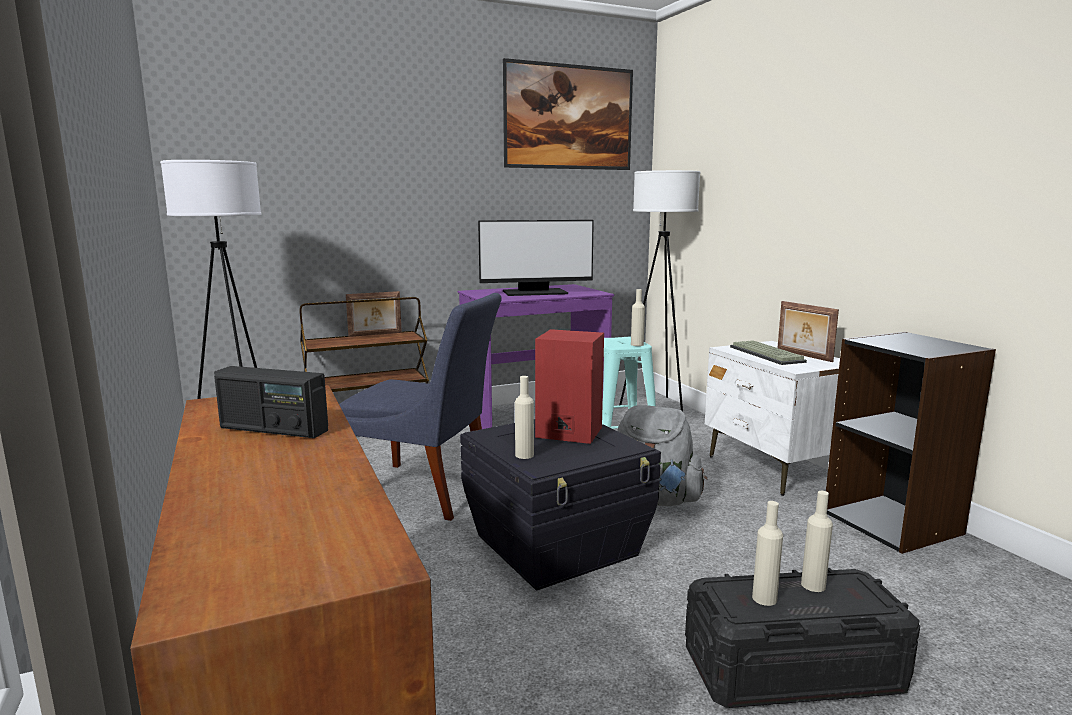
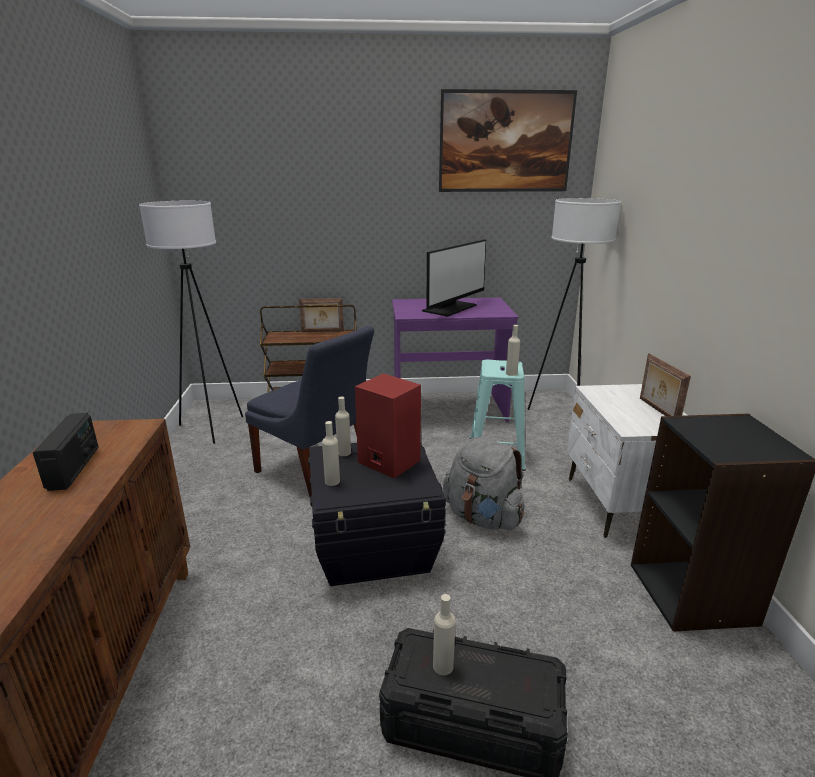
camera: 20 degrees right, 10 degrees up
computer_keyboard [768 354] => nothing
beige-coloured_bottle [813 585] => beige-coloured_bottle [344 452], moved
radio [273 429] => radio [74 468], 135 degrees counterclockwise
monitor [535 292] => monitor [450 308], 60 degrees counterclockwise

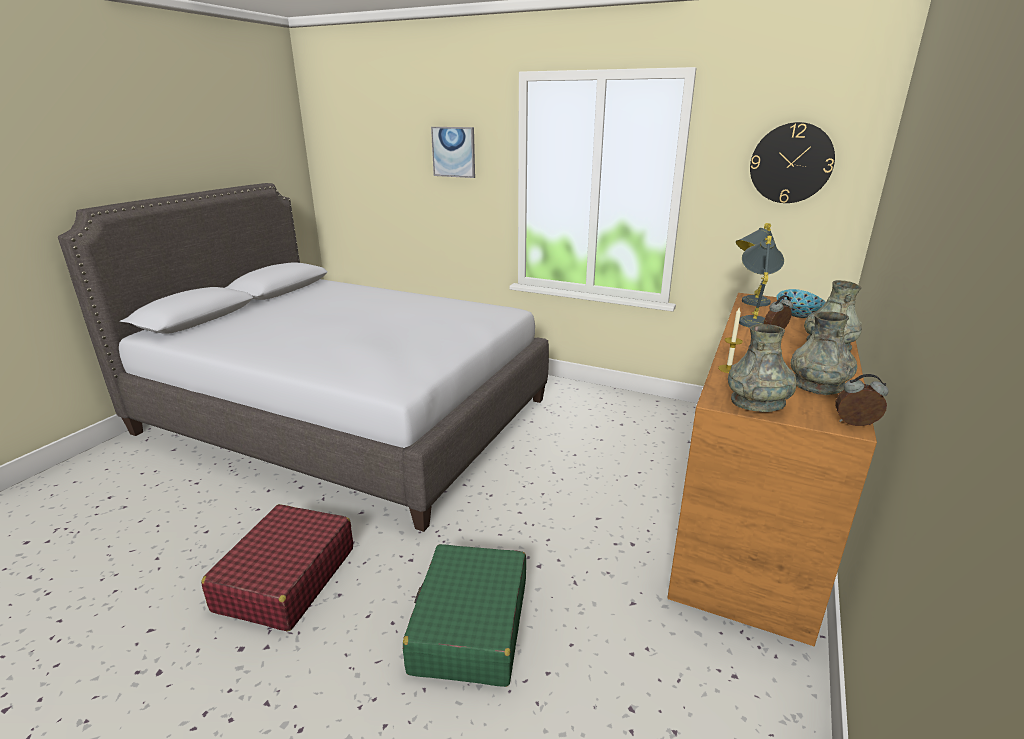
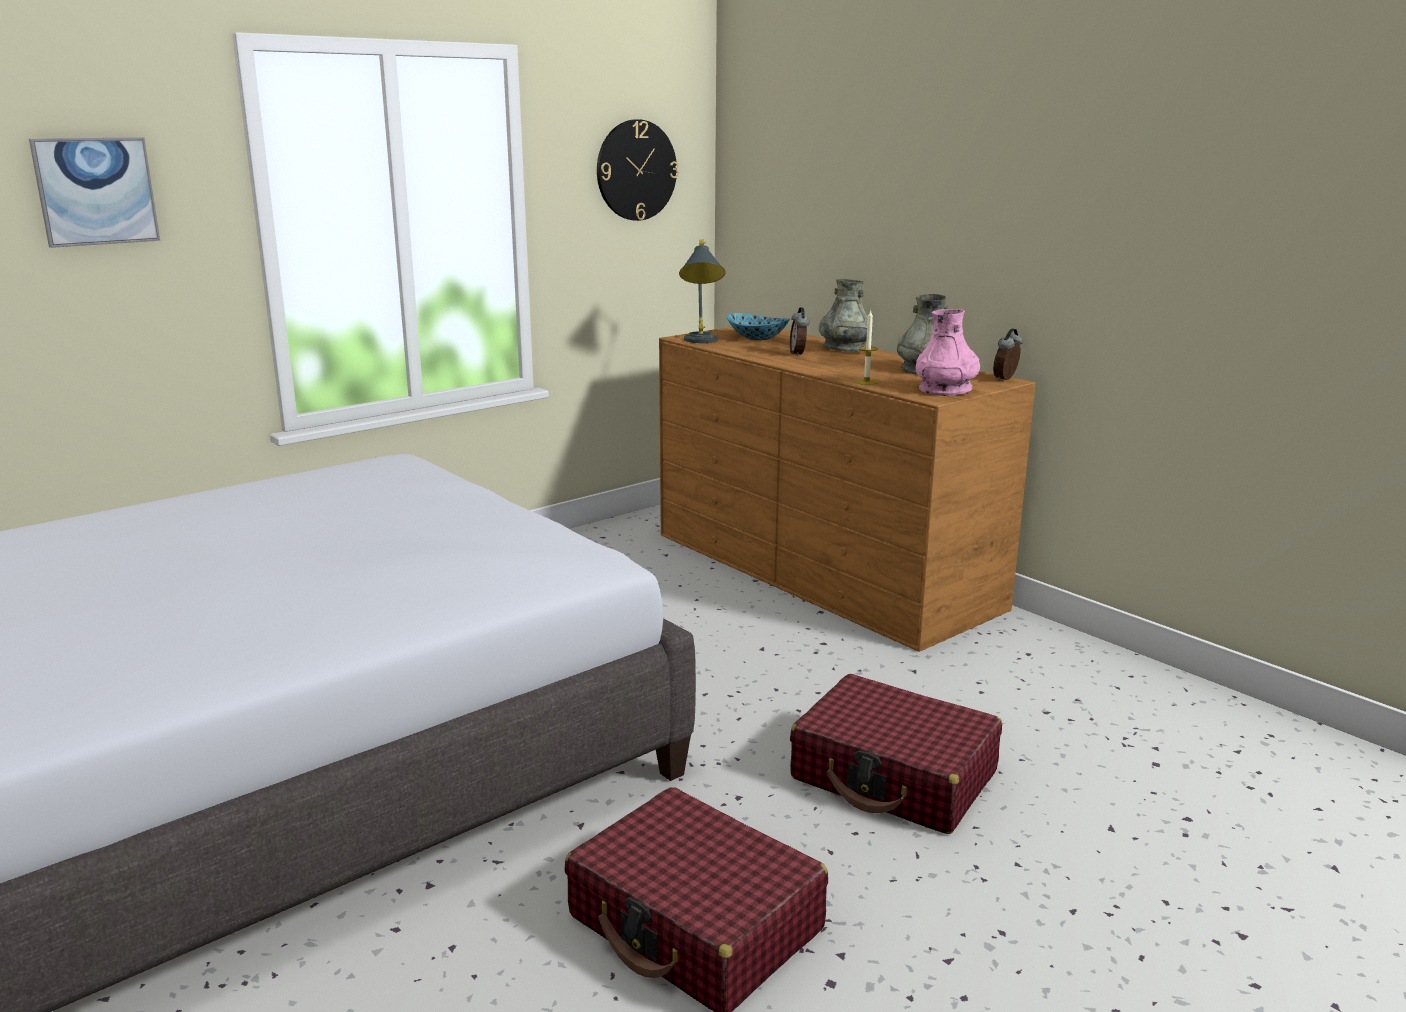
camera: 65 degrees left, 5 degrees down
greyish_tabletop_lamp [753 320] => nothing
green_suitcase [470 627] => red-coloured_suitcase [894 776]
greyish_decorative_vase [757 402] => pinkish_decorative_vase [945 390]

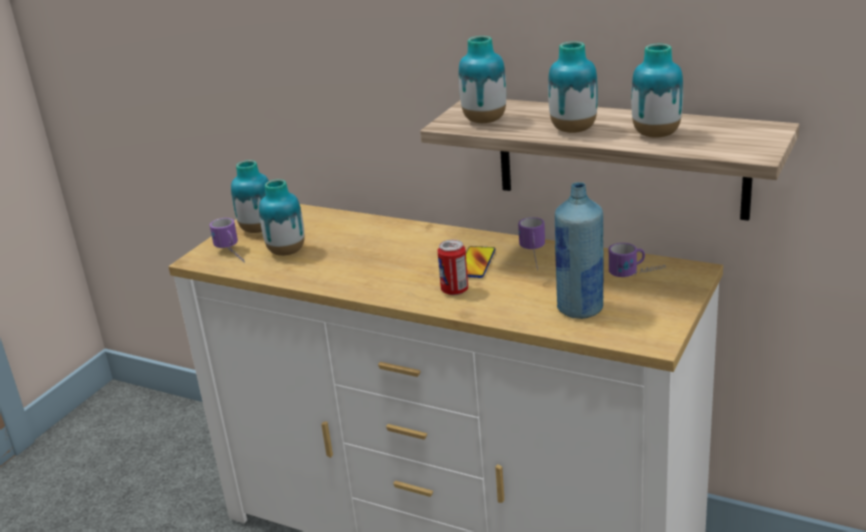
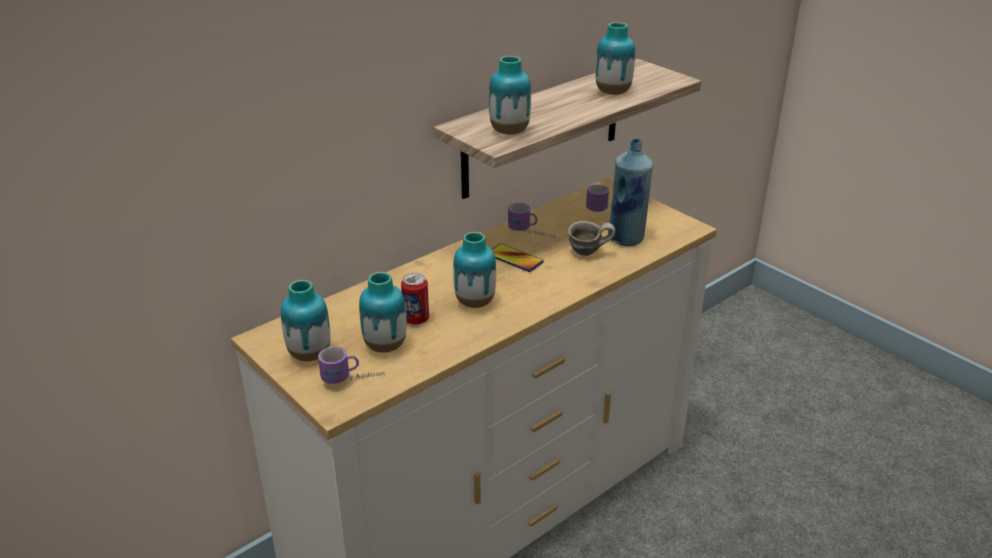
camera: 70 degrees left, 5 degrees up
nothing => greyish_coffee_mug [587 254]
sealed_can [454 290] => sealed_can [416 319], moved
decorative_vase [573 130] => decorative_vase [475 302], moved

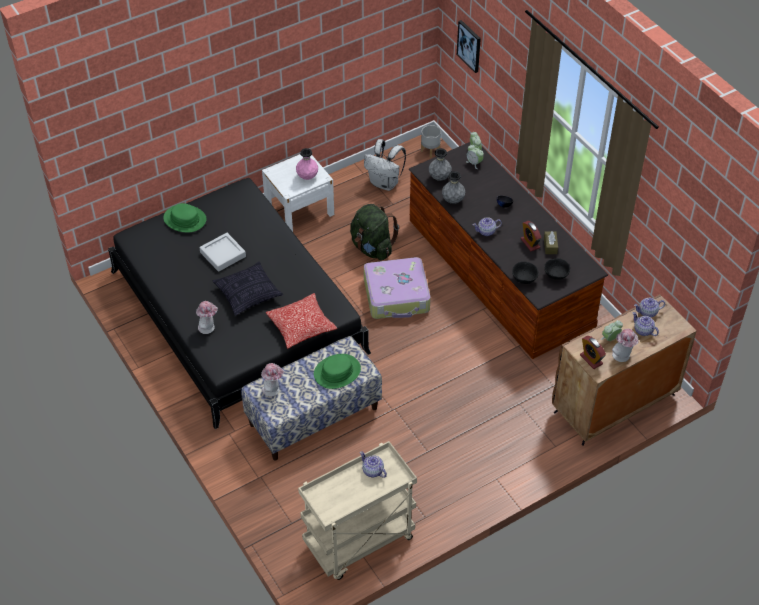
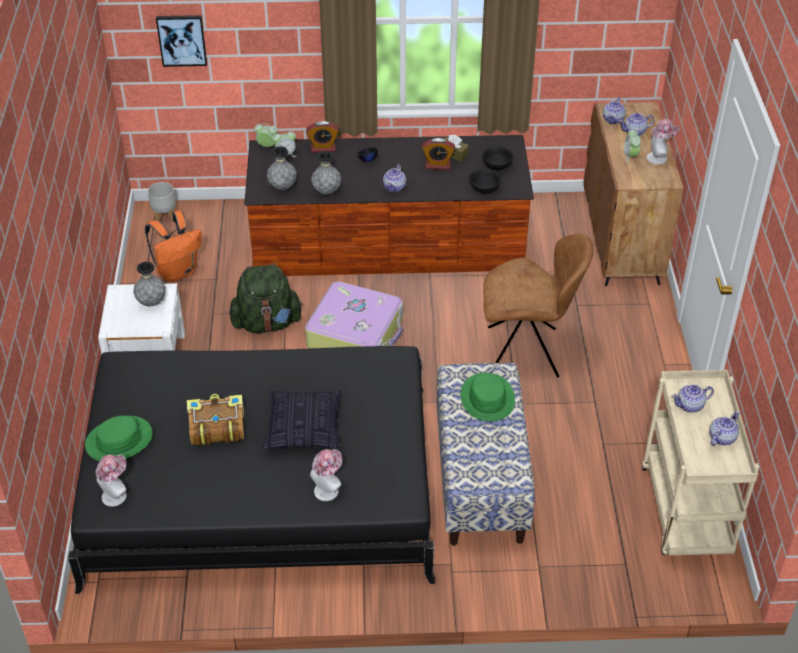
camera: 60 degrees left, 5 degrees down
cushion [301 326] => nothing
nothing => brownish_upright_chair [526 352]
nothing => pot_for_tea [722 437]
clothing_hat [273 389] => clothing_hat [116 494], moved
table_clock [591 359] => table_clock [323 148], moved
greyish_carrying_tray [223 254] => volume [216 426]
pinkish_decorative_vase [307 177] => greyish_decorative_vase [151 302]
whitish_knapsack [385 183] => orange-coloured_knapsack [178 271]

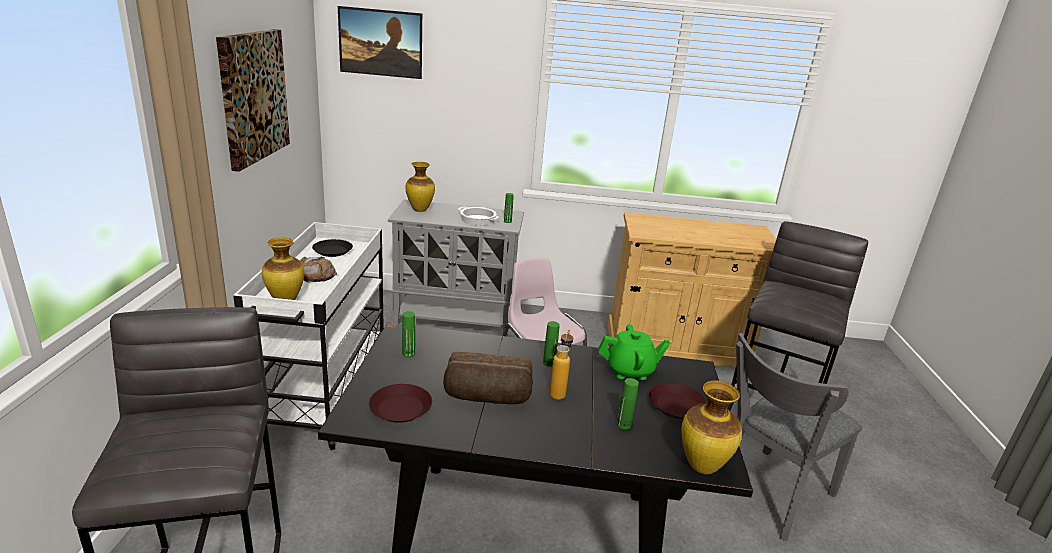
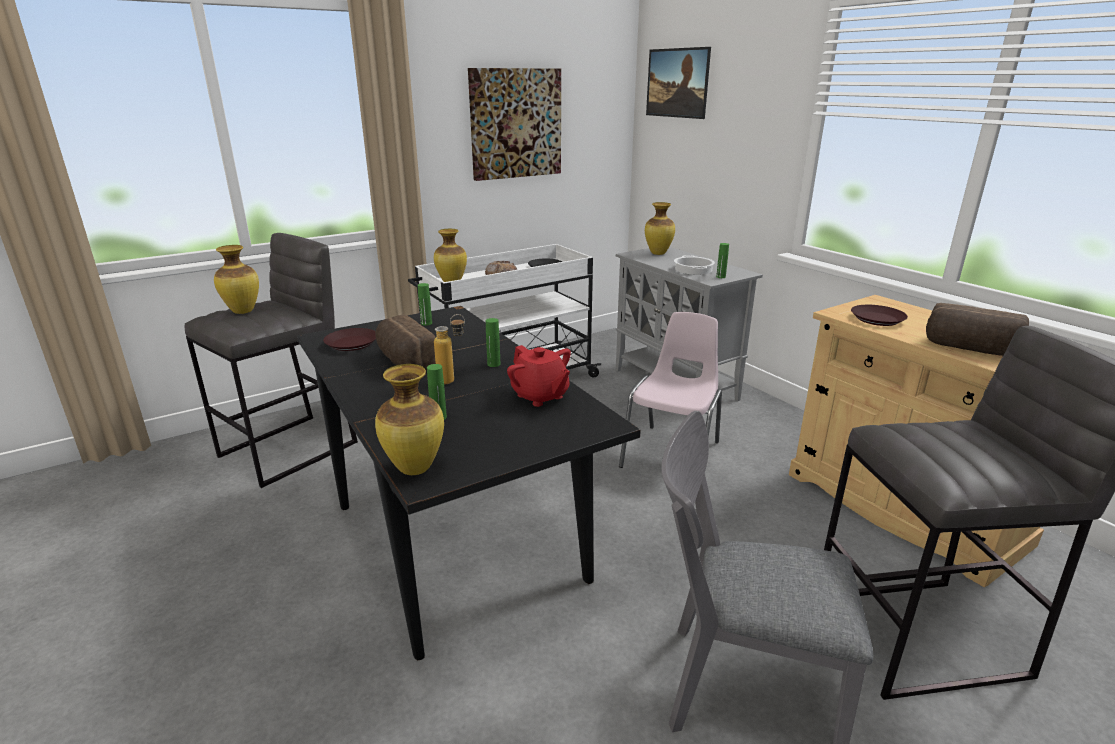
camera: 55 degrees right, 0 degrees up
nothing => decorative_vase [243 311]
nothing => baked_bread [970 349]
brownish_dinner_plate [676 406] => brownish_dinner_plate [876 319], moved
green_pot_for_tea [630 370] => red-coloured_pot_for_tea [540 396]

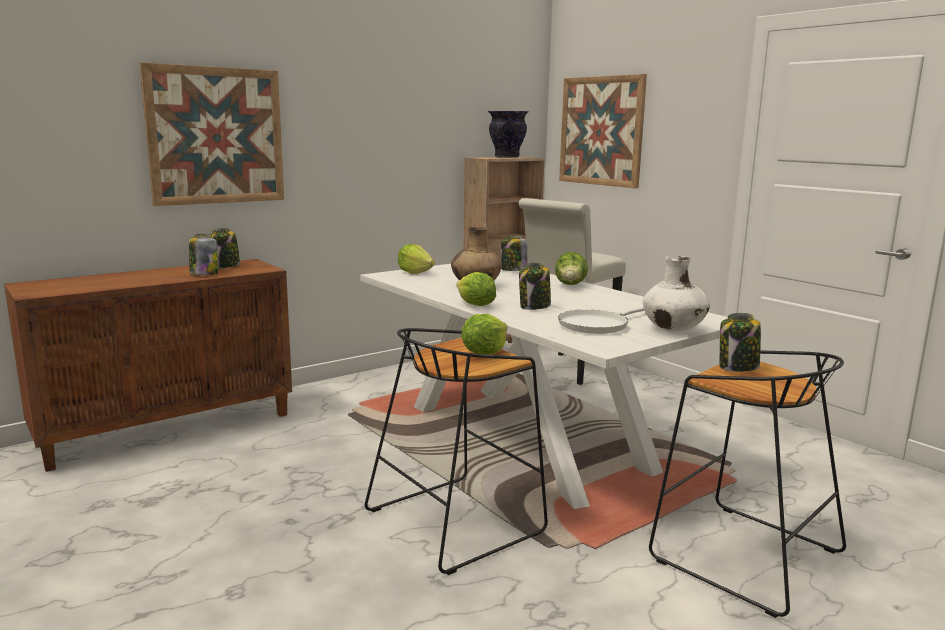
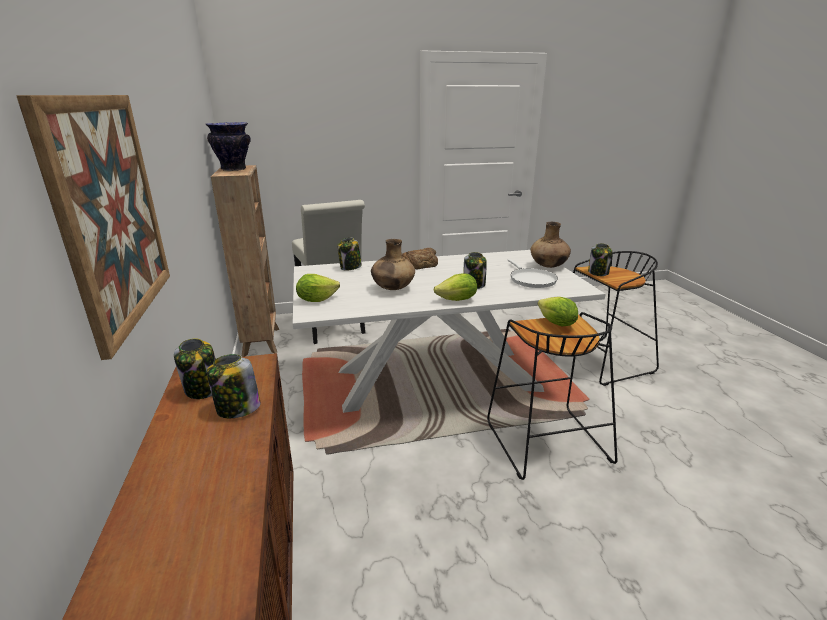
camera: 65 degrees left, 10 degrees up
picture [601 131] => nothing
head_of_lettuce [570 286] => baked_bread [420 263]
whitish_decorative_vase [674 330] => brownish_decorative_vase [548 266]

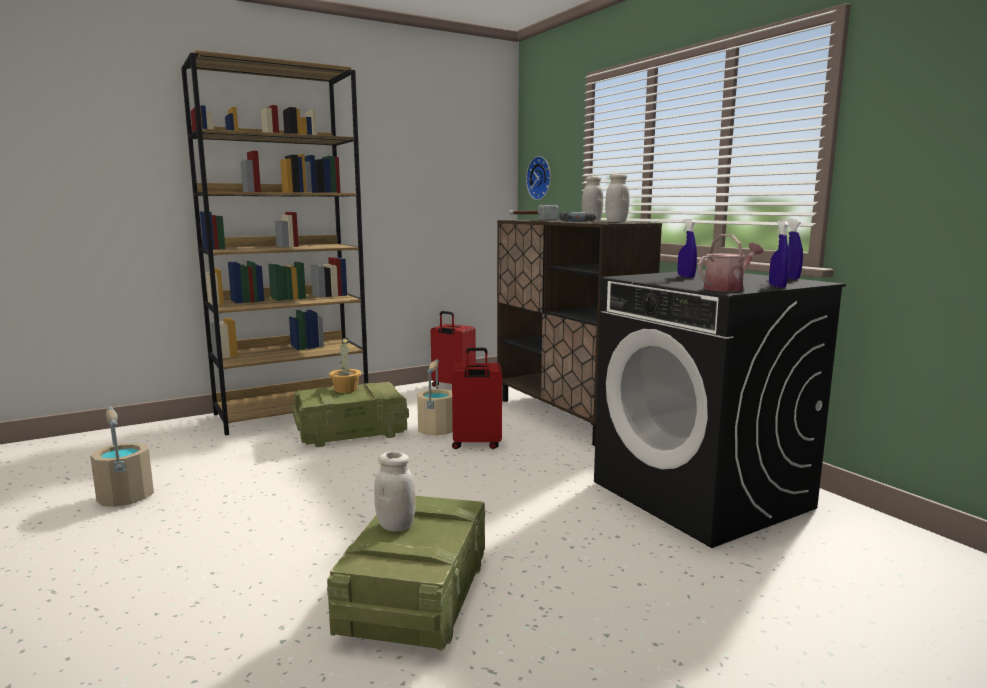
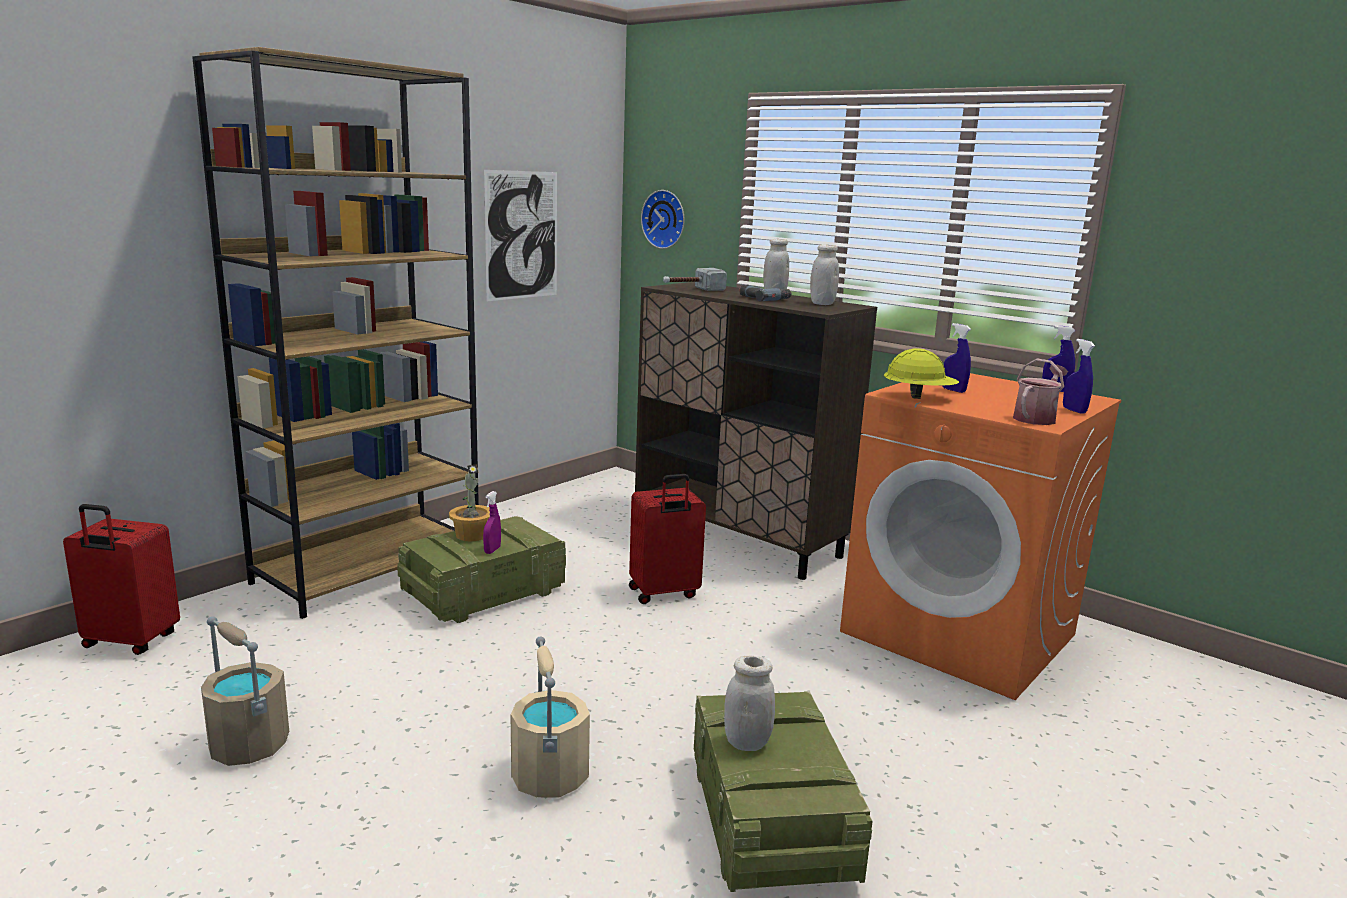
camera: 20 degrees left, 5 degrees up
nothing => purple_spray_bottle [492 550]
nothing => picture [522 235]
nothing => yellow-coloured_work_helmet [918 397]
beige-coloured_pail [436 430] => beige-coloured_pail [549 776], moved
red-coloured_suitcase [452 386] => red-coloured_suitcase [129 642], moved
black_washing_machine [702 495] => orange-coloured_washing_machine [960 633]

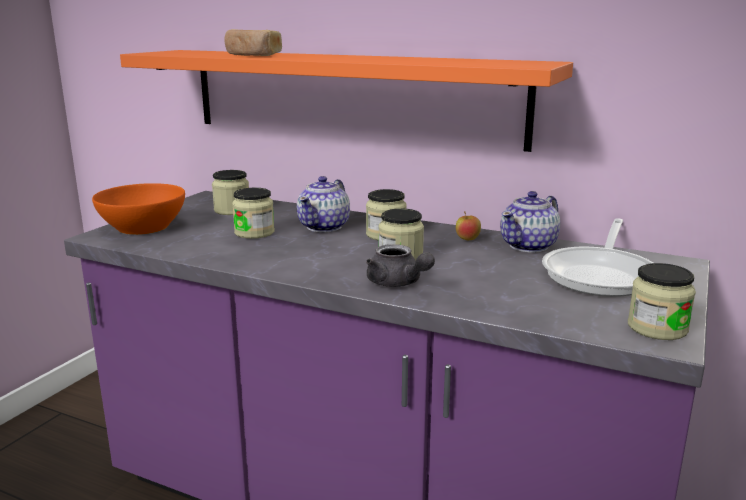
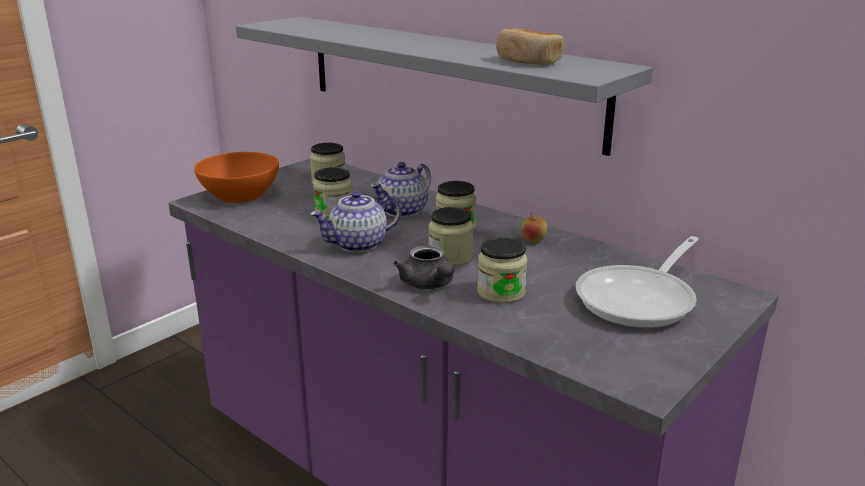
camera: 15 degrees right, 5 degrees up
baked_bread [253 55] => baked_bread [527 61], moved
pot_for_tea [529 246] => pot_for_tea [359 244], moved
jar [657 328] => jar [501 292], moved
orange-coloured_shelf [350 96] => greyish_shelf [445 78]

